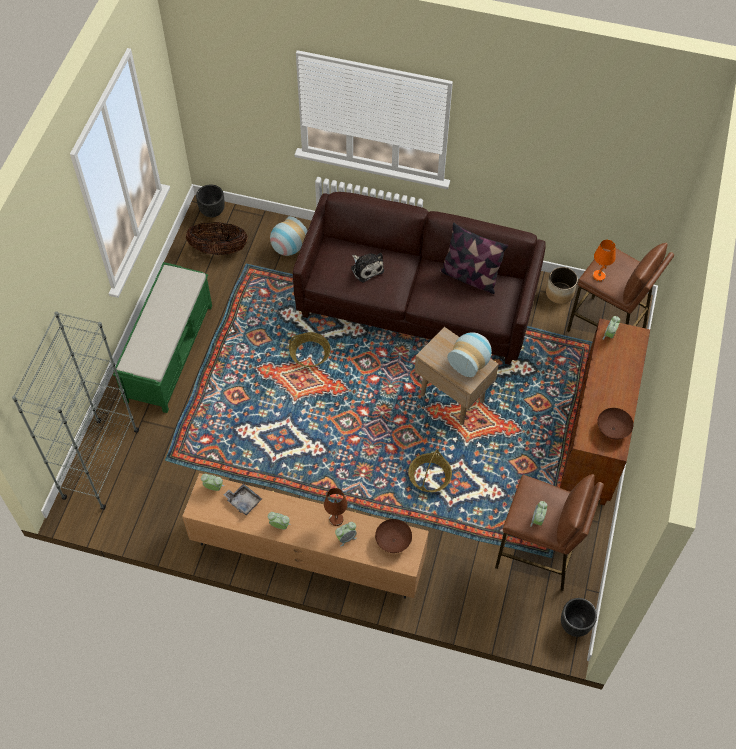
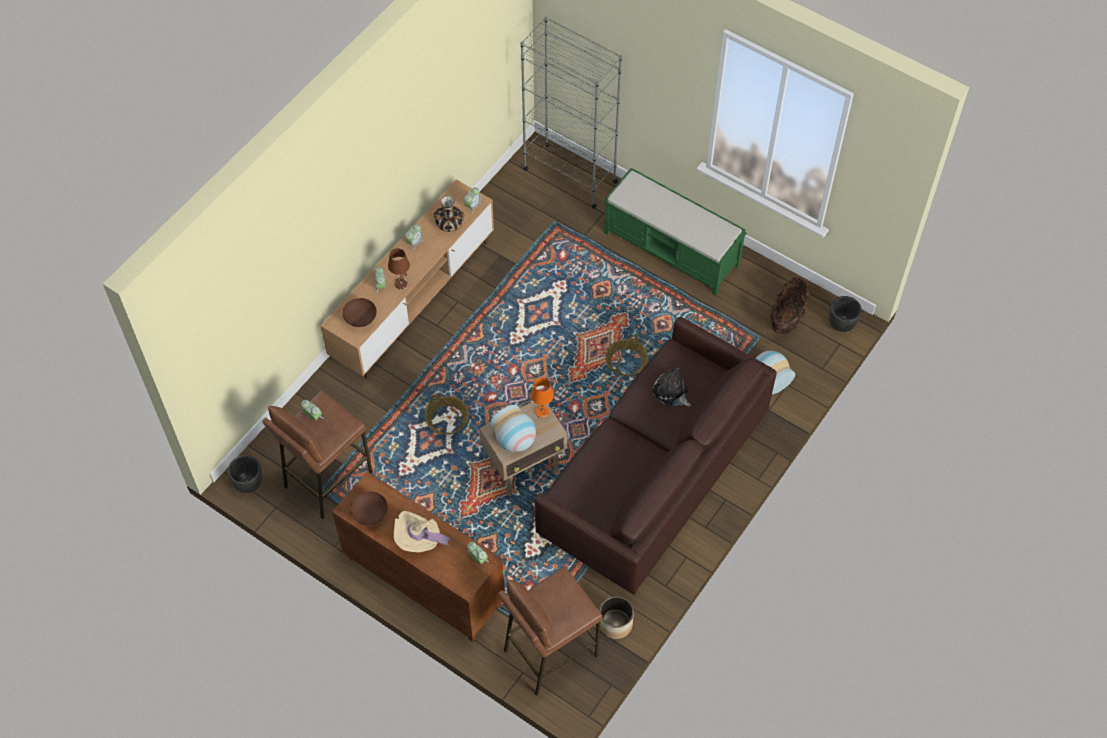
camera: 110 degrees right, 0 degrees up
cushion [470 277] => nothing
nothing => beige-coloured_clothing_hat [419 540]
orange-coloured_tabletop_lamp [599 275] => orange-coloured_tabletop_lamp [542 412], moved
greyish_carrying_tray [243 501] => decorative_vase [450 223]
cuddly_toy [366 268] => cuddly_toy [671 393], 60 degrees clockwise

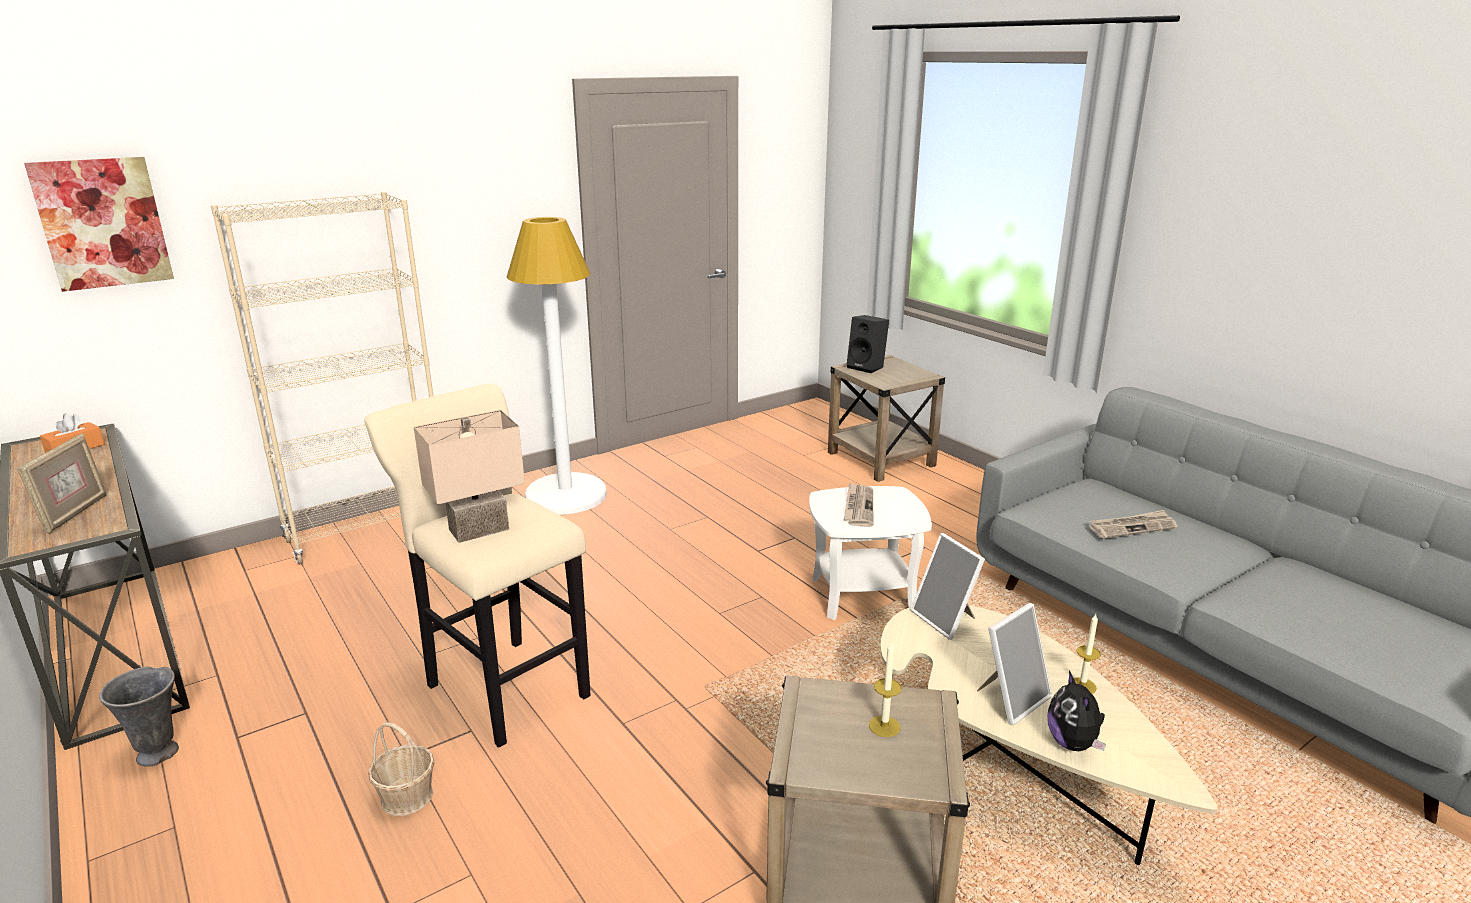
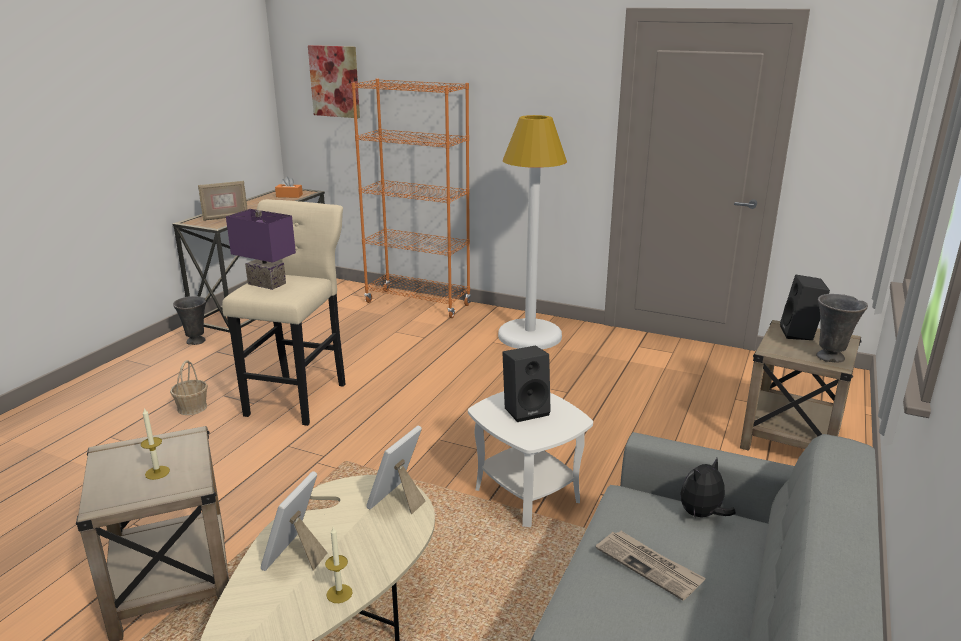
camera: 60 degrees right, 0 degrees up
nothing => greyish_decorative_vase [831 358]
cuddly_toy [1073 743] => cuddly_toy [702 515], moved
printed_paper [858 507] => black_audio_speaker [526 410]
beige-coloured_bookcase [369 532] => orange-coloured_bookcase [418 304]
beige-coloured_tabletop_lamp [479 528] => purple_tabletop_lamp [268 283]
picture_frame [1011 699] => picture_frame [296 556], 90 degrees clockwise

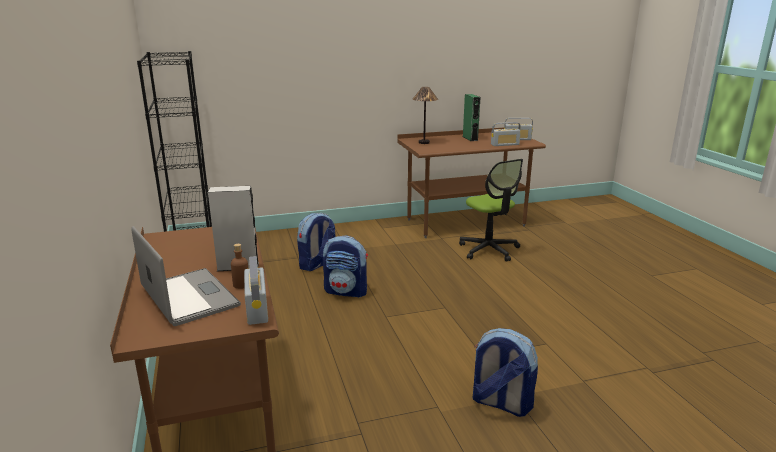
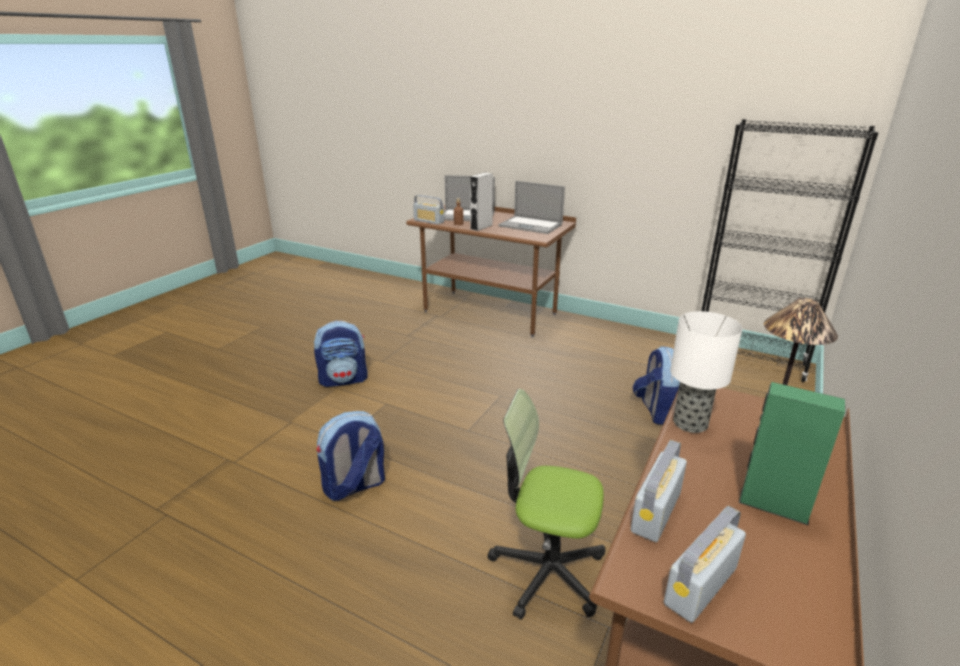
camera: 135 degrees right, 5 degrees up
nothing => laptop [530 225]
nothing => tabletop_lamp [690 424]
knapsack [346 291] => knapsack [354 486], moved

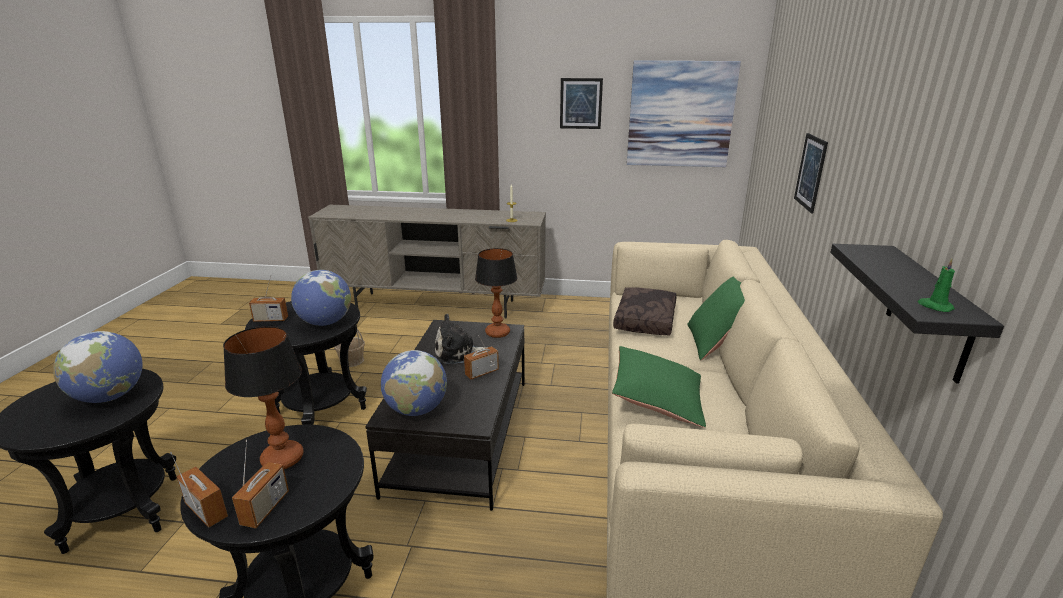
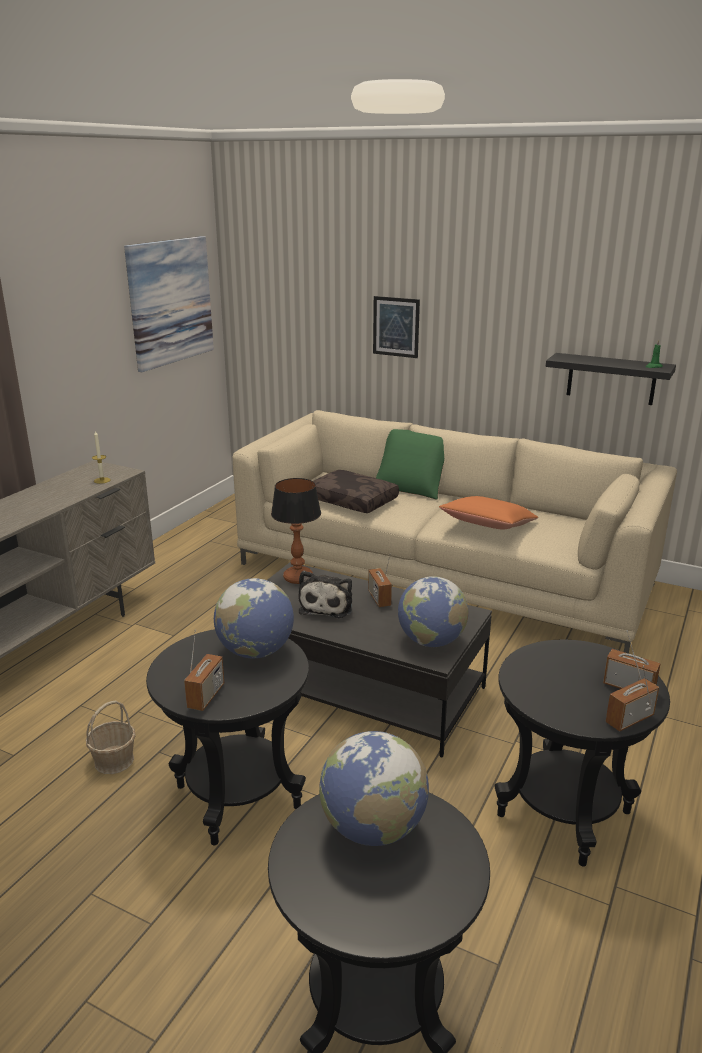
camera: 70 degrees left, 0 degrees up
tabletop_lamp [283 458] => nothing
picture [581 103] => nothing
green_cushion [657 399] => orange-coloured_cushion [488 527]

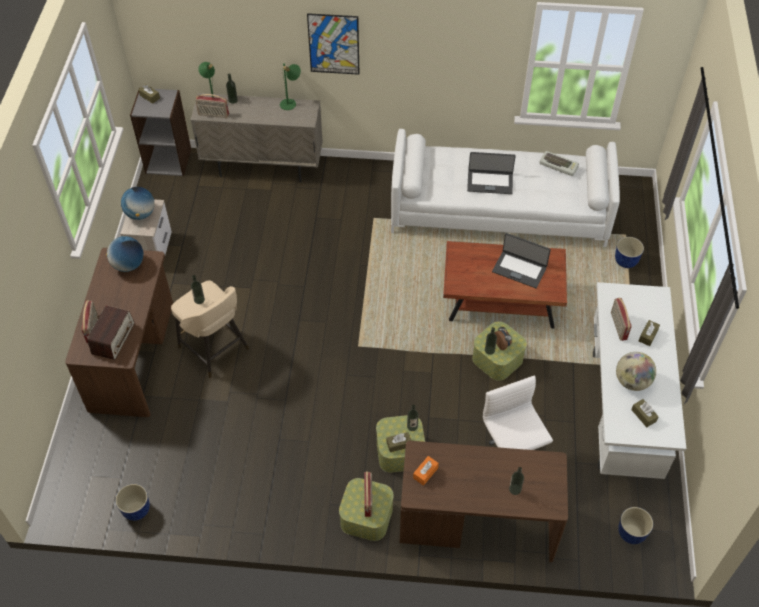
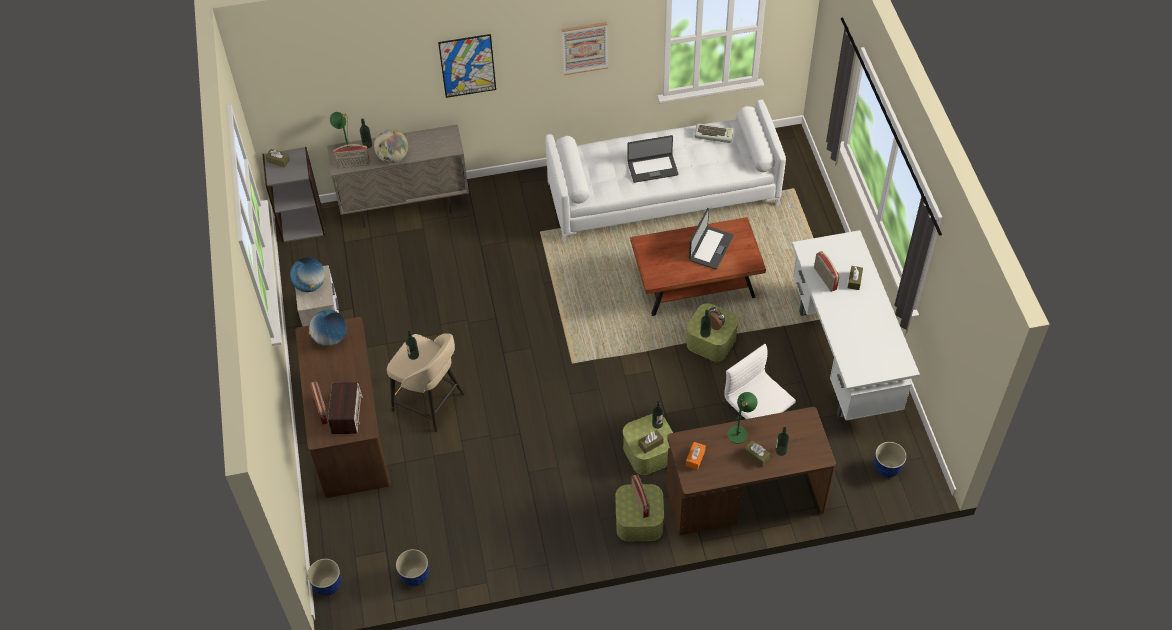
camera: 15 degrees left, 0 degrees up
nothing => picture [584 47]
green_tabletop_lamp [290 103] => green_tabletop_lamp [740 432], moved
planter [626 262] => planter [328 586], moved
desk_globe [632 381] => desk_globe [393 157], moved
brownish_tissue_box [643 415] => brownish_tissue_box [756 456], moved
laptop [519 269] => laptop [710 247], 75 degrees counterclockwise

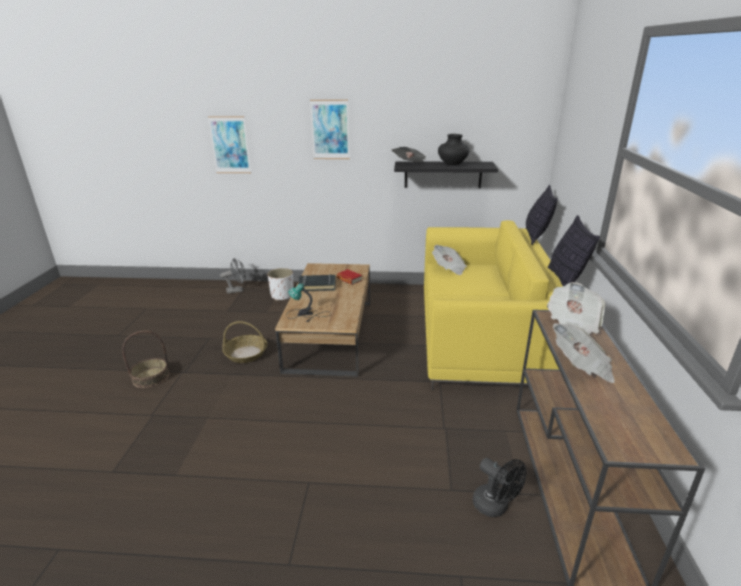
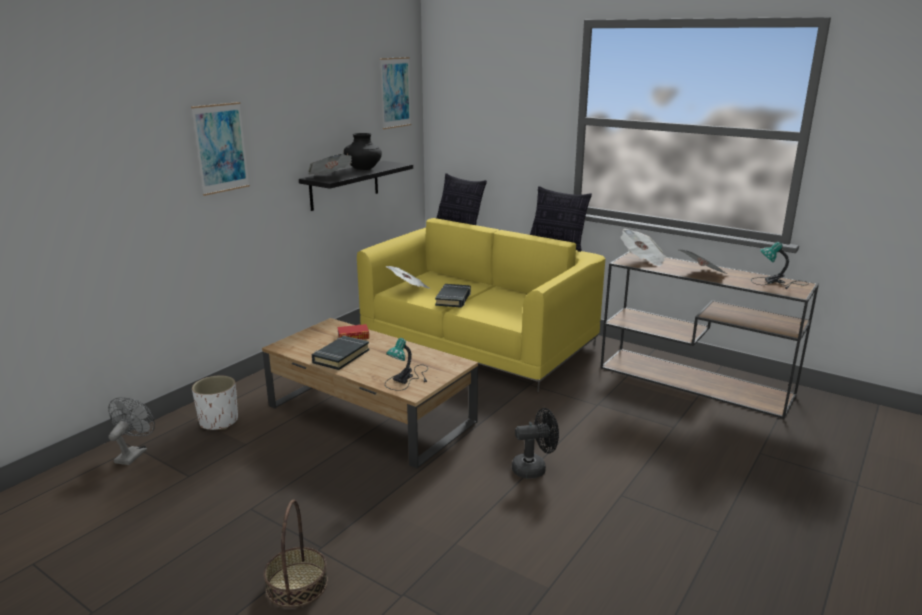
camera: 60 degrees left, 5 degrees down
household_basket [246 353] => nothing
nothing => black_volume [453 299]
nothing => tabletop_lamp [777 282]
picture [230 145] => picture [395 93], moved
black_fan [495 507] => black_fan [534 468], moved

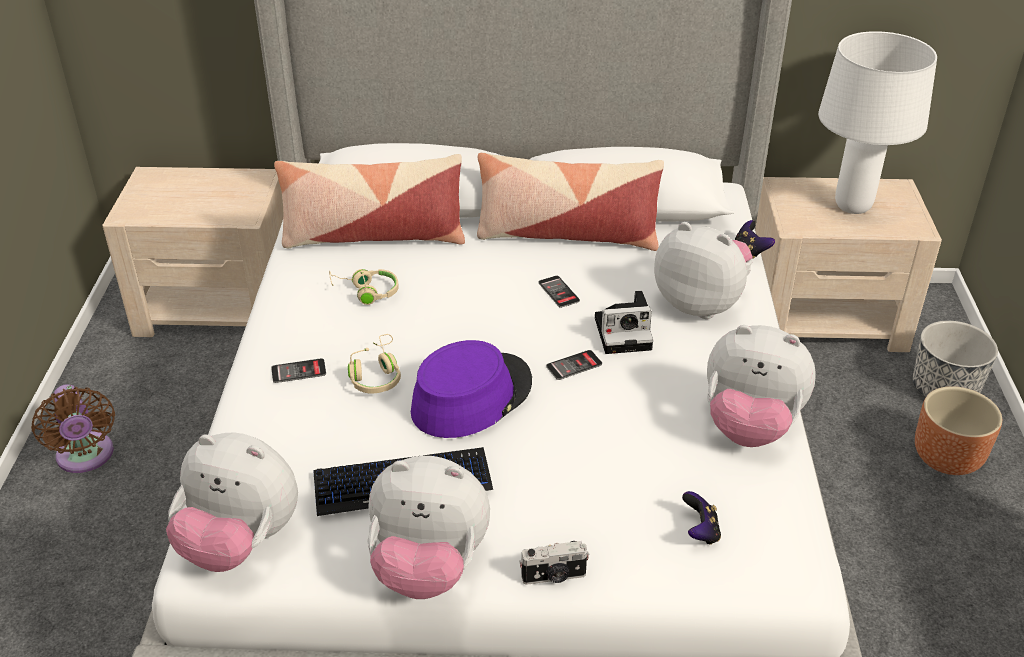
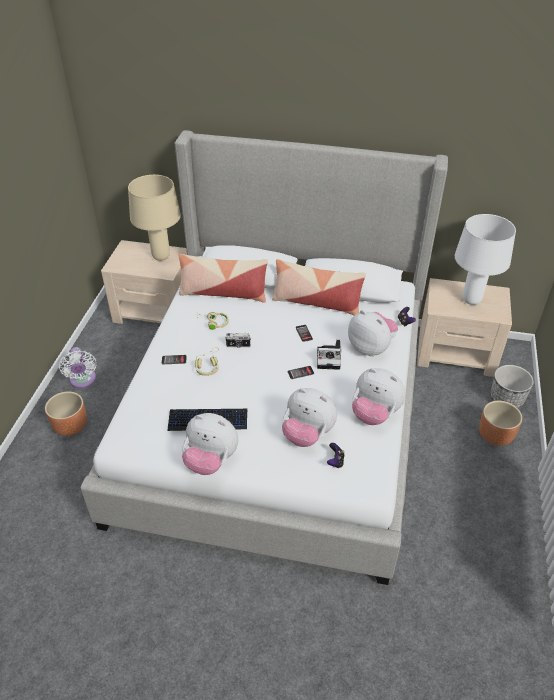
camera: 10 degrees right, 5 degrees up
purple_clothing_hat [471 396] => nothing
nothing => brownish_planter [70 426]
nothing => beige-coloured_tabletop_lamp [160 257]
cuddly_toy [240 542] => cuddly_toy [307 434], moved
photo_camera [554 577] => photo_camera [238 346], moved
brownish_fan [86 457] => whitish_fan [83 381]

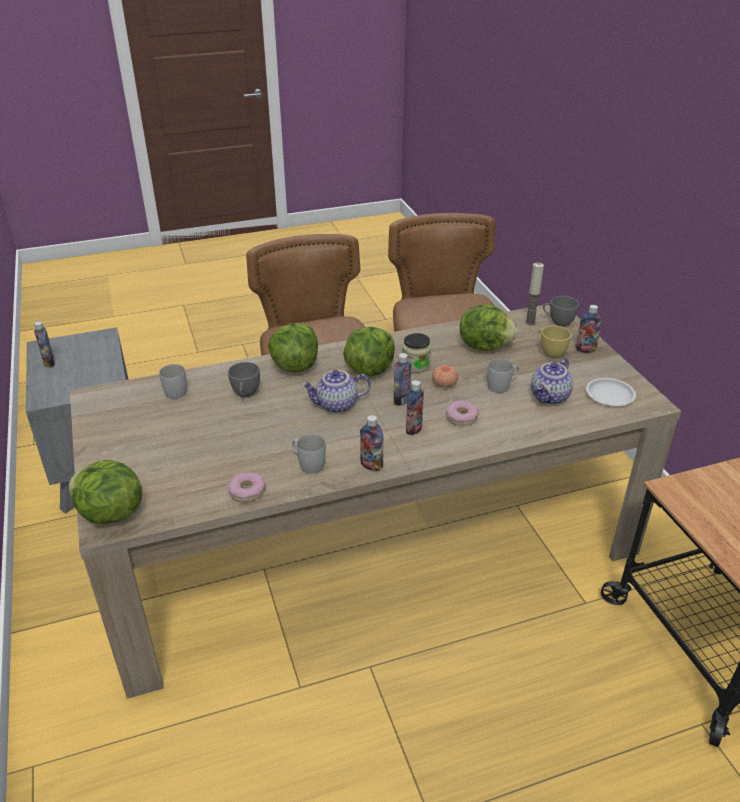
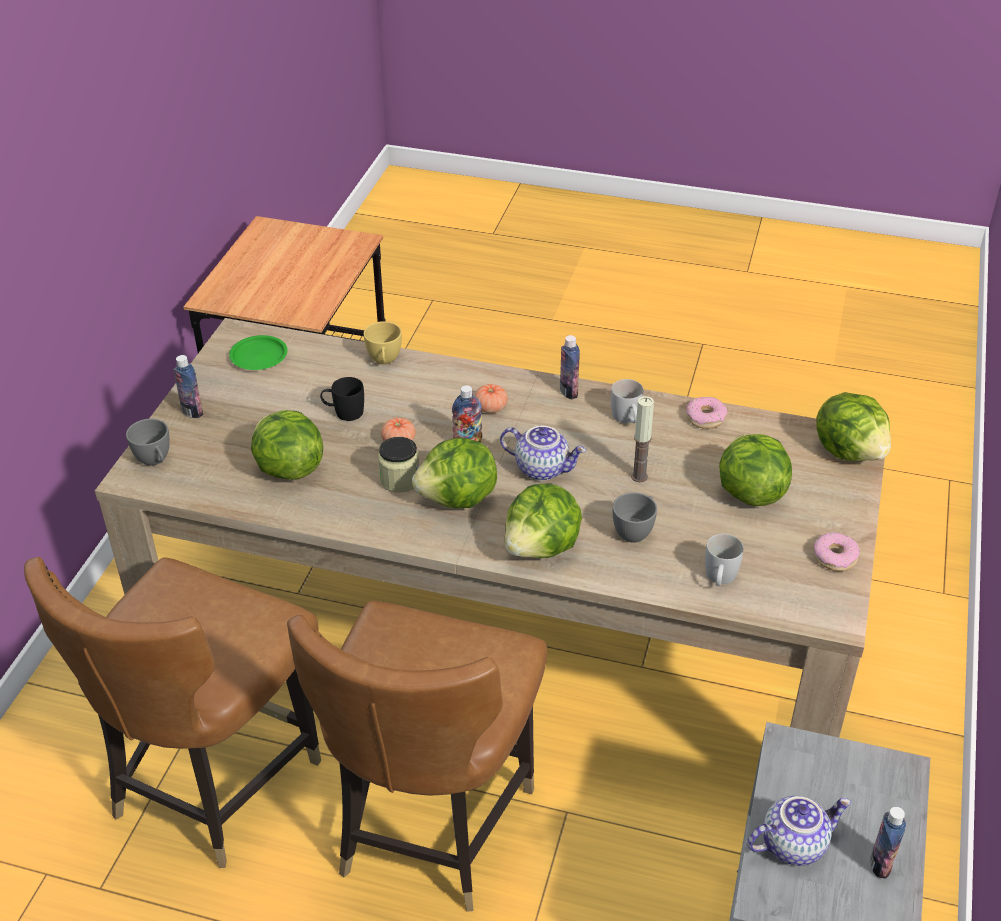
camera: 145 degrees left, 5 degrees up
nothing => head_of_lettuce [749 492]
donut [461 417] => donut [835 557], moved
wax_candle [530 322] => wax_candle [639 476], moved
pot_for_tea [550 397] => pot_for_tea [793 843], moved
yellow-coloured_cup [550 352] => yellow-coloured_cup [384 361], moved
bottle [414 429] => fresh_tomato [491 408]
whitish_coffee_mug [502 386] => black_coffee_mug [343 412]
whitish_dinner_plate [610 395] => green_dinner_plate [259 356]

